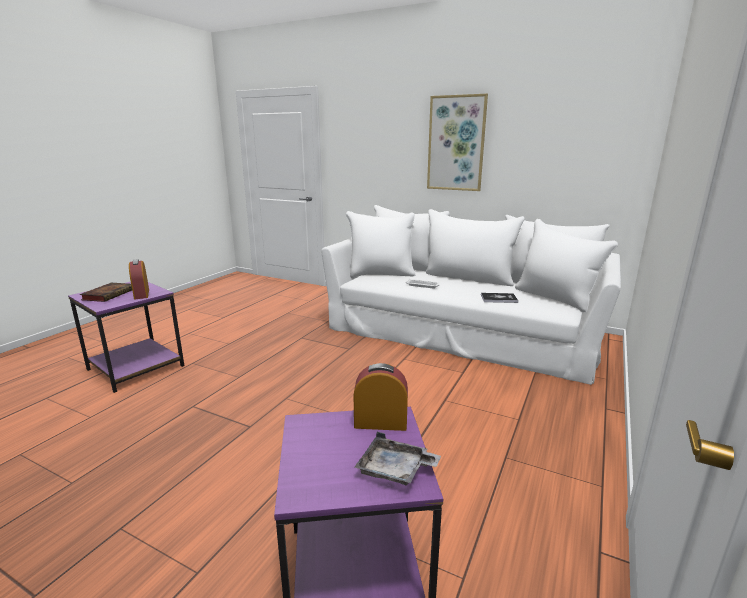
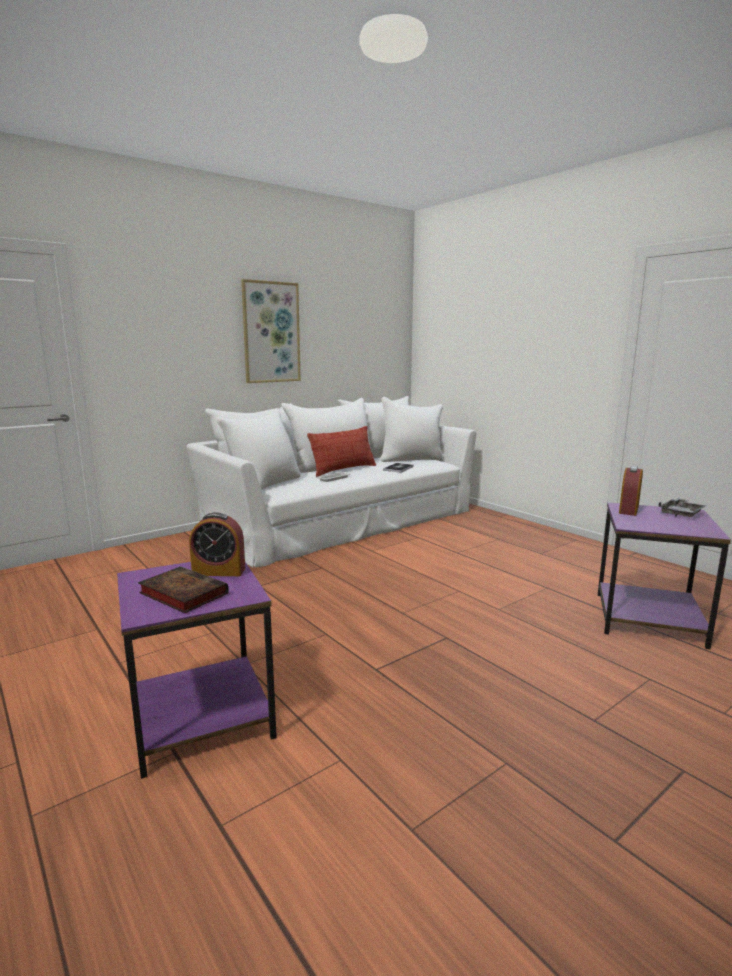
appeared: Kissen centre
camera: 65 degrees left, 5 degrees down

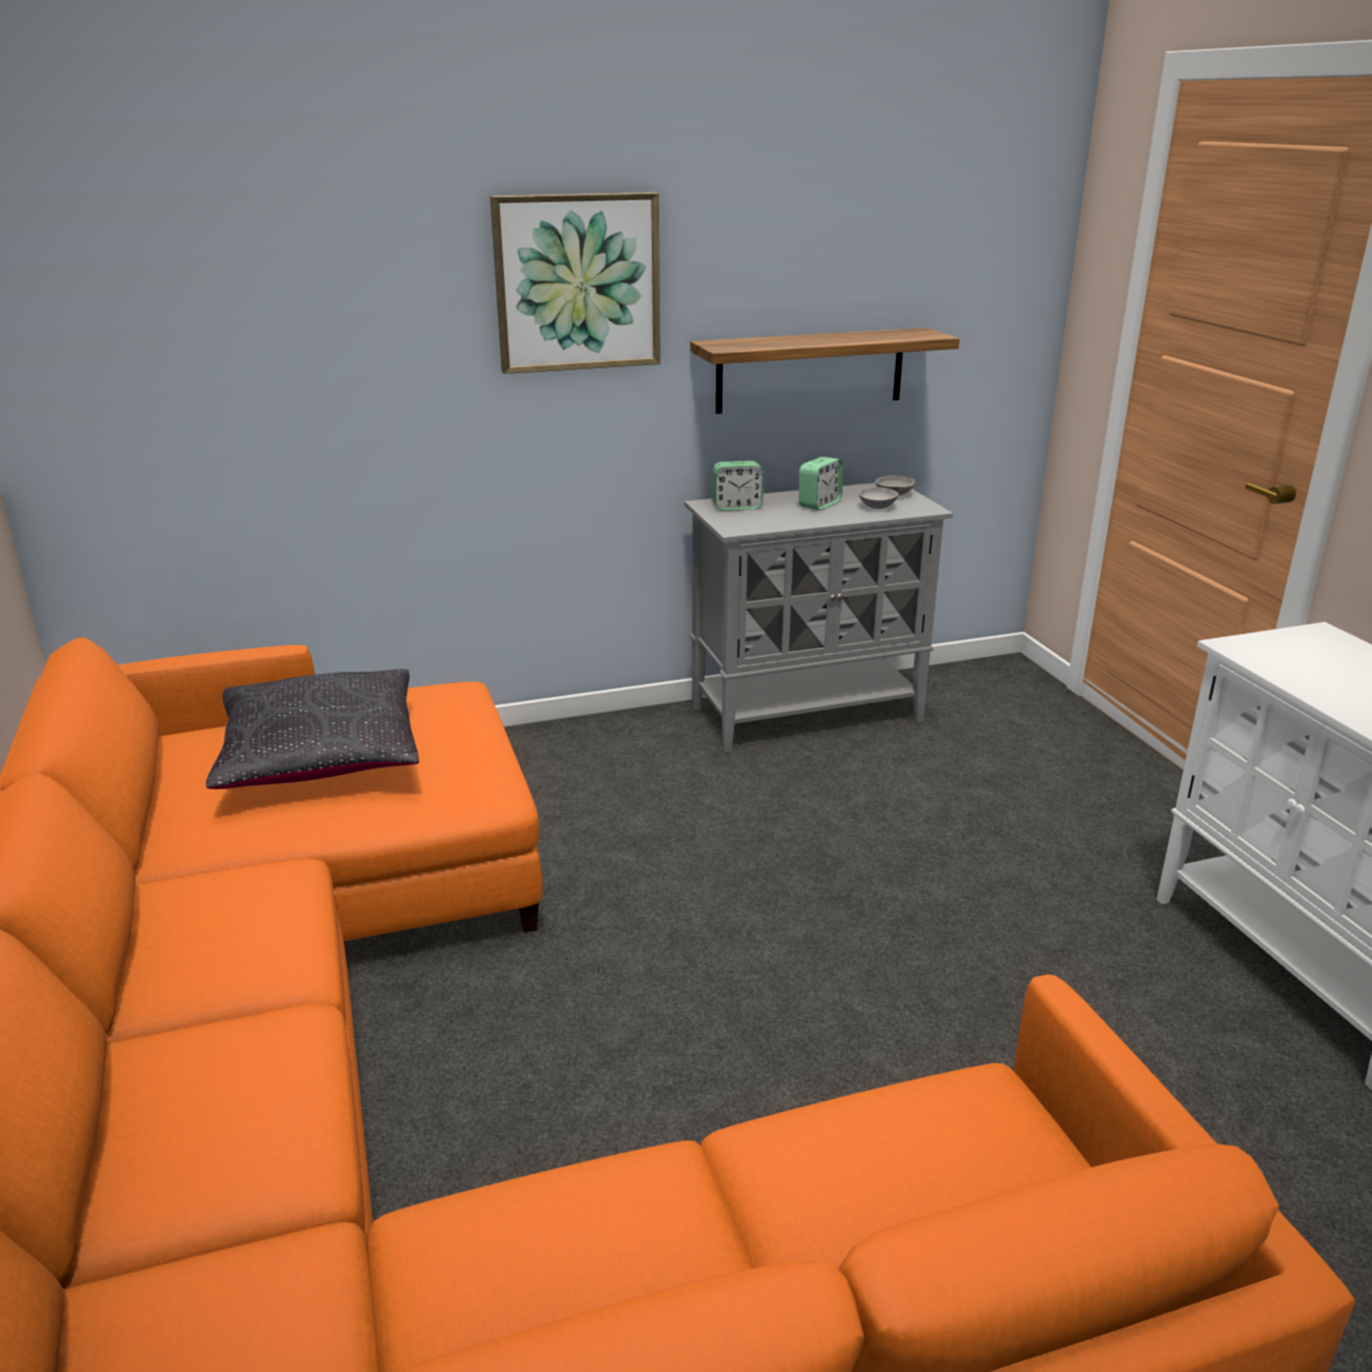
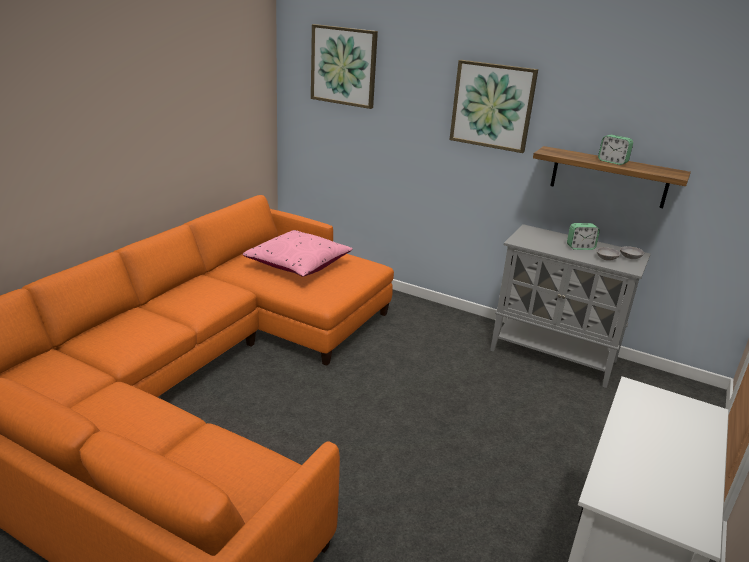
appeared: Bild (no. 1 from left) top centre
relocated: Wecker (no. 1 from left in the first image) centre to Wecker (no. 2 from left) top right
colour: Kissen [schwarz] middle left to Kissen [rosa] centre
camera: 45 degrees right, 0 degrees up

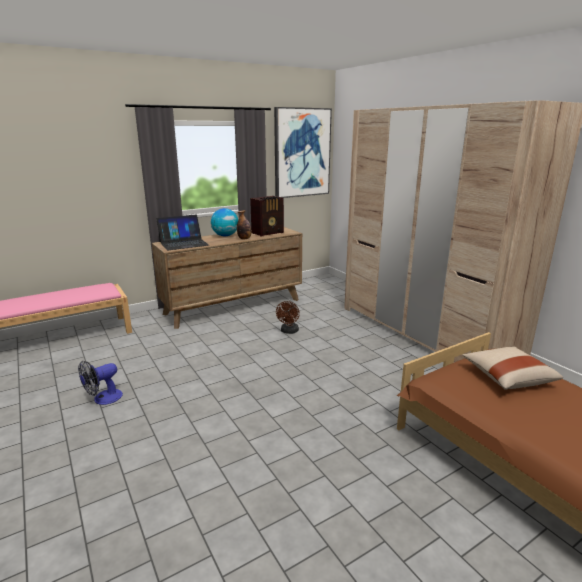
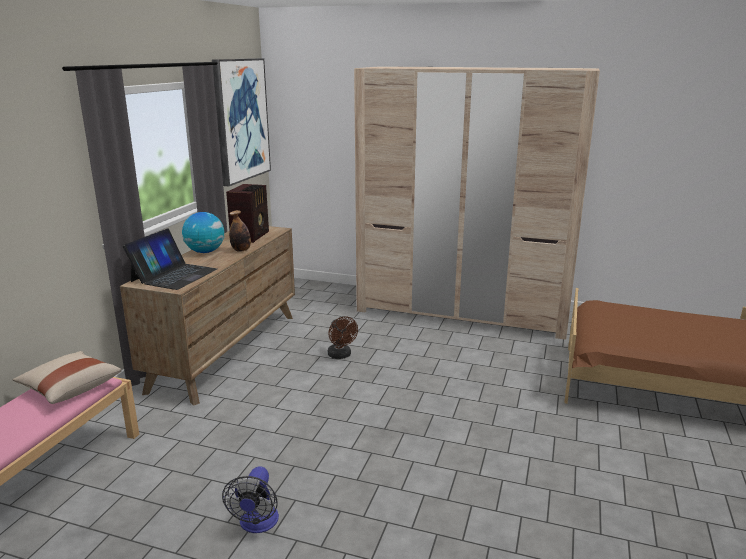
relocated: Kissen [beige] middle right to bottom left
camera: 40 degrees left, 0 degrees up

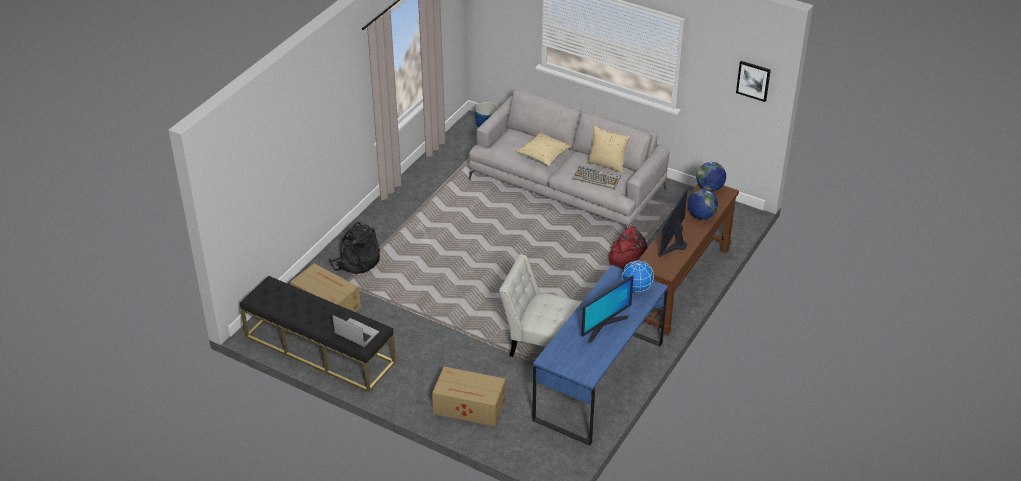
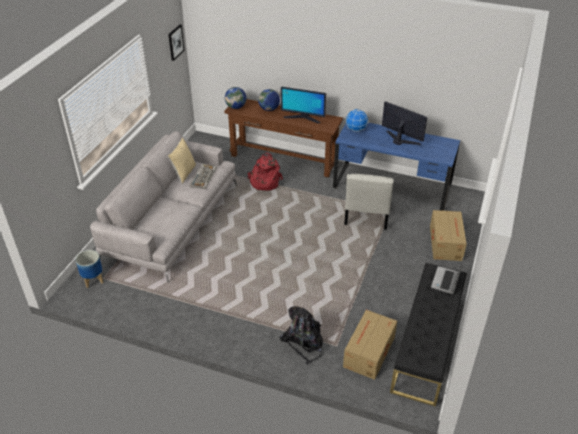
missing: Kissen [beige] (no. 1 from left) top centre
camera: 100 degrees left, 0 degrees up

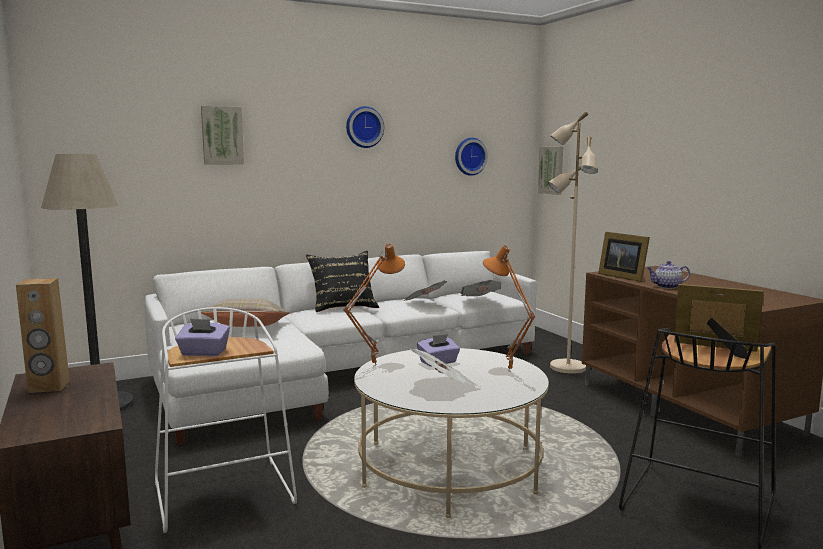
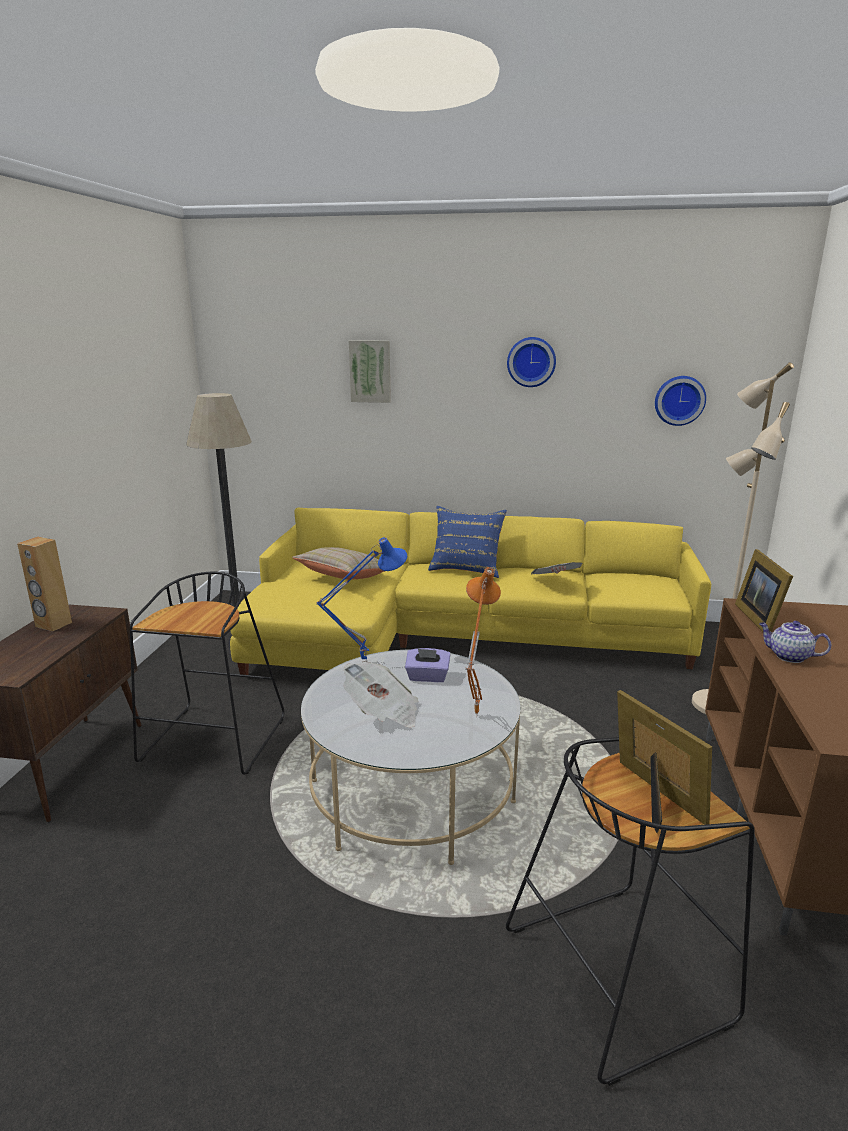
missing: Bild (no. 2 from left) top right; Zeitung (no. 3 from left) centre; Taschentuchbox [lila] (no. 1 from left) middle left
colour: Tischlampe [orange] (no. 1 from left) centre to Tischlampe [blau] centre; Sofa [weiß] centre to Sofa [gelb] centre; Kissen [schwarz] centre to Kissen [blau] centre; Hocker [weiß] bottom left to Hocker [schwarz] (no. 1 from left) middle left
camera: 35 degrees right, 10 degrees up

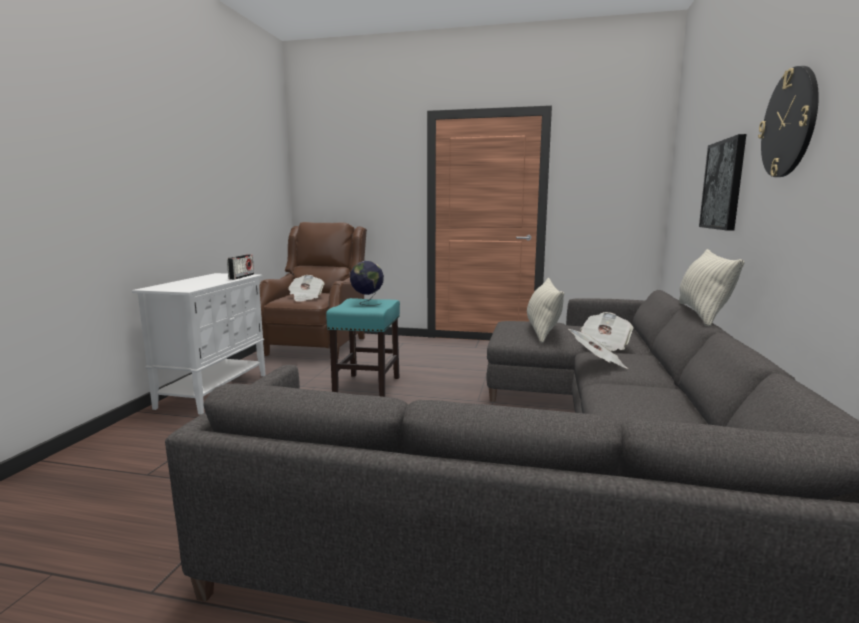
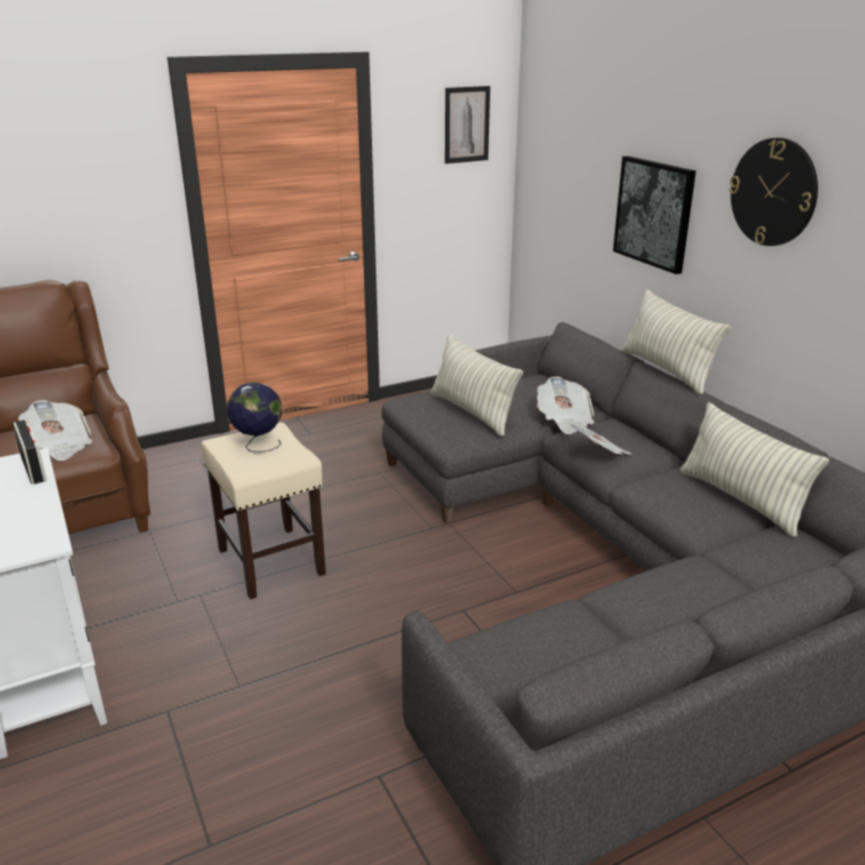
appeared: Bild (no. 1 from left) top centre; Kissen (no. 3 from left) middle right
colour: Hocker [türkis] centre to Hocker [beige] middle left
camera: 40 degrees left, 15 degrees up

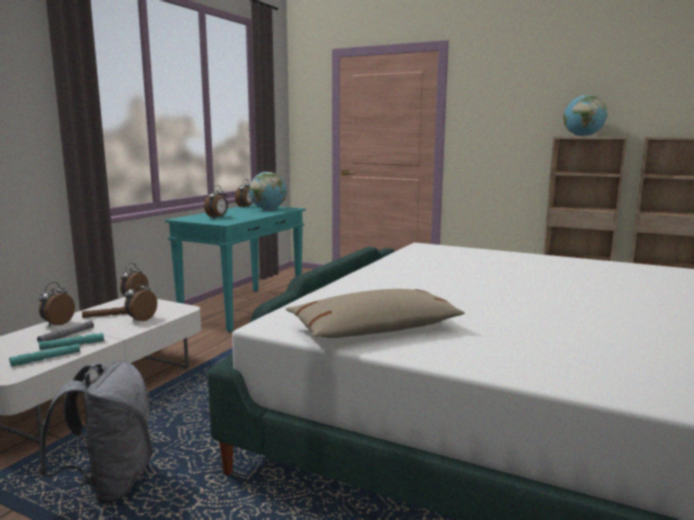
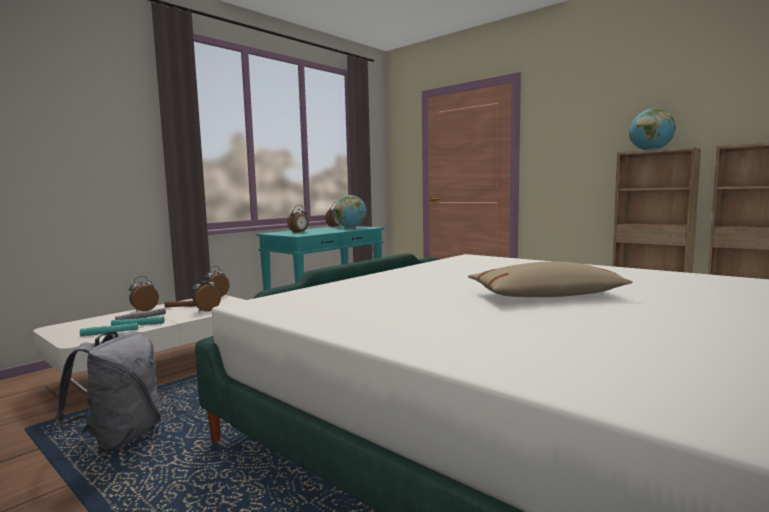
relocated: Kissen [beige] centre to middle right
camera: 15 degrees right, 5 degrees down

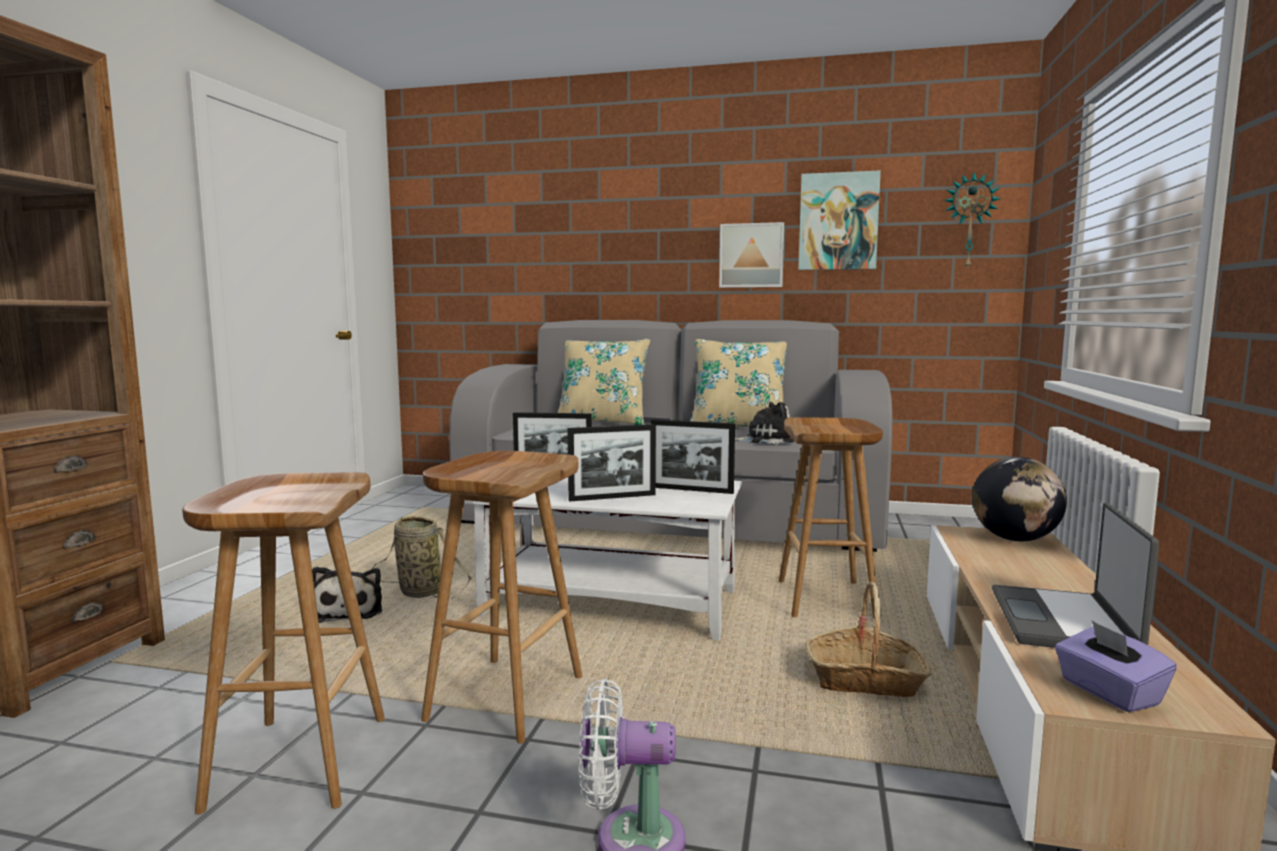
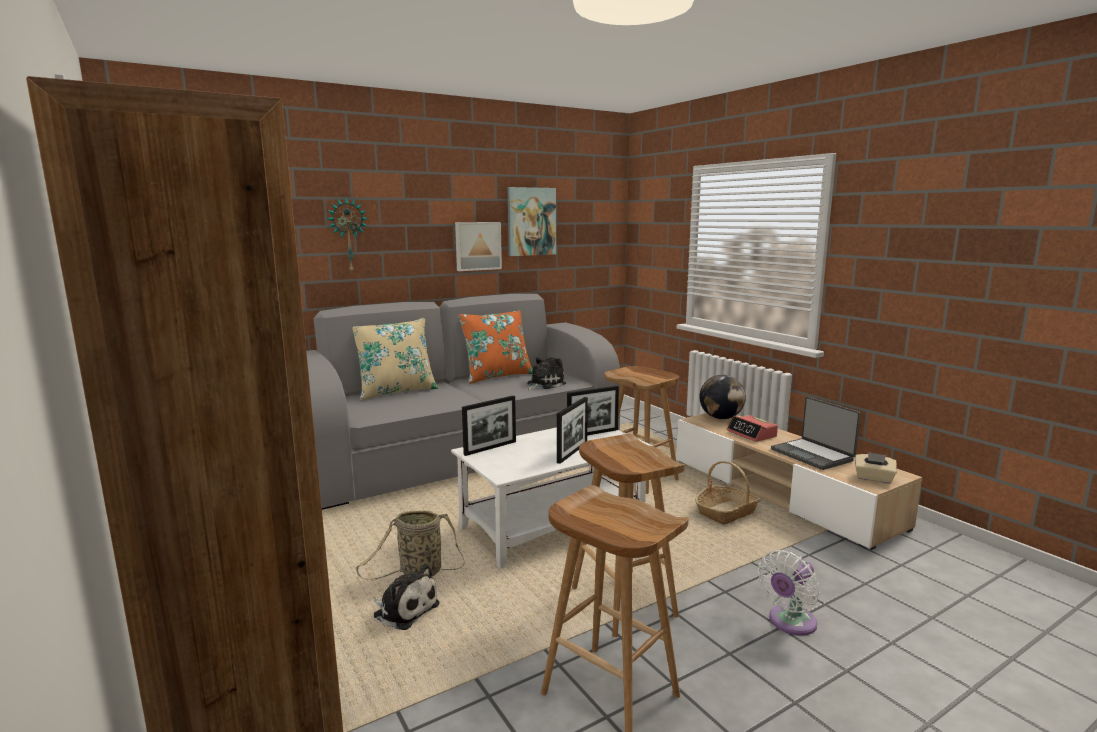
appeared: Wecker middle right
relocated: Wanduhr top right to top left
colour: Kissen [beige] (no. 2 from left) centre to Kissen [orange] centre; Taschentuchbox [lila] bottom right to Taschentuchbox [beige] middle right
camera: 45 degrees left, 5 degrees up

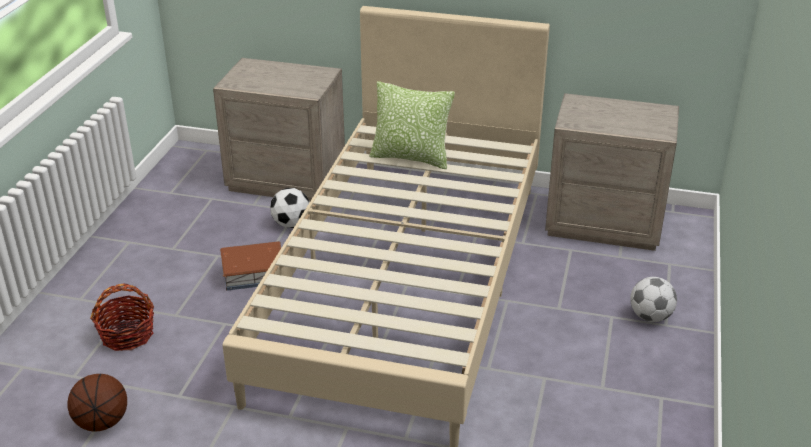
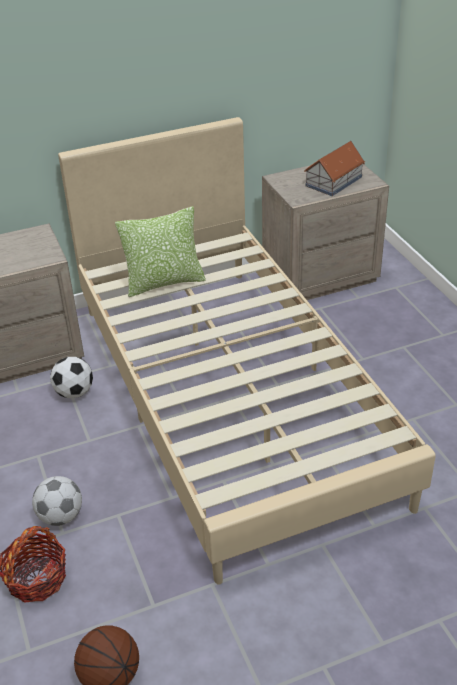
relocated: Spielzeughaus middle left to top right; Fußball (no. 2 from left in the first image) bottom right to Fußball (no. 1 from left) bottom left
camera: 35 degrees left, 5 degrees up

